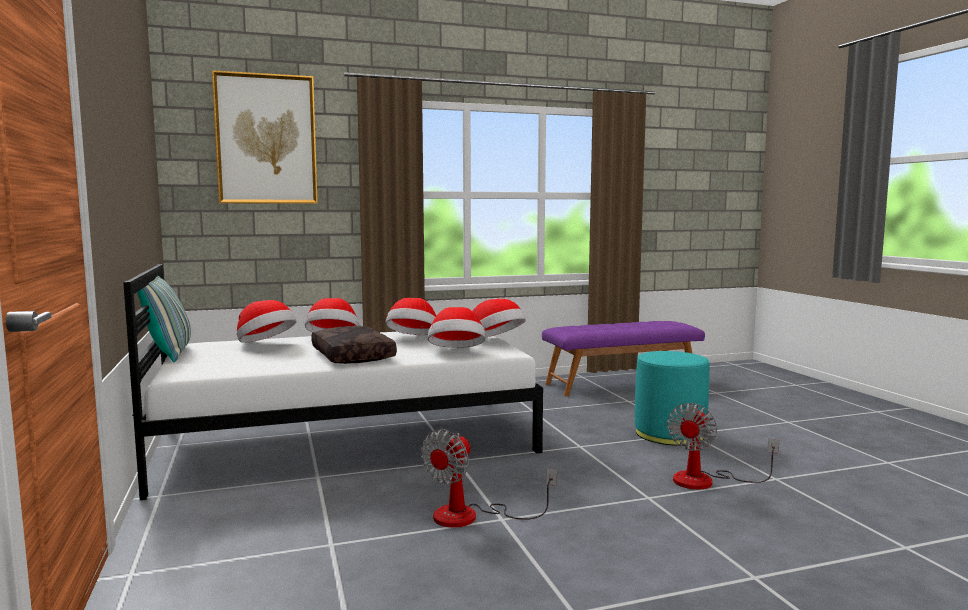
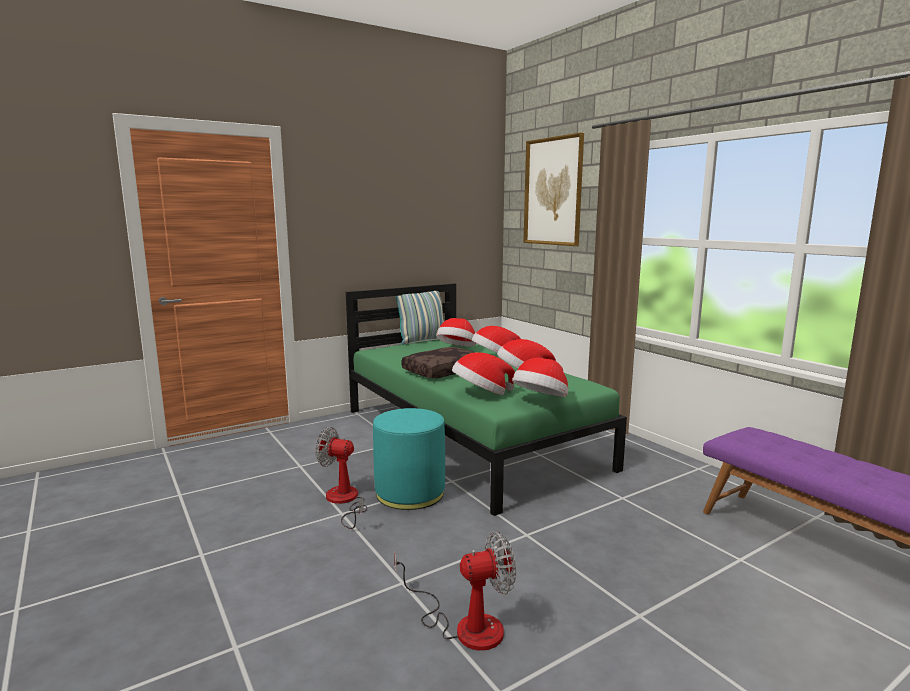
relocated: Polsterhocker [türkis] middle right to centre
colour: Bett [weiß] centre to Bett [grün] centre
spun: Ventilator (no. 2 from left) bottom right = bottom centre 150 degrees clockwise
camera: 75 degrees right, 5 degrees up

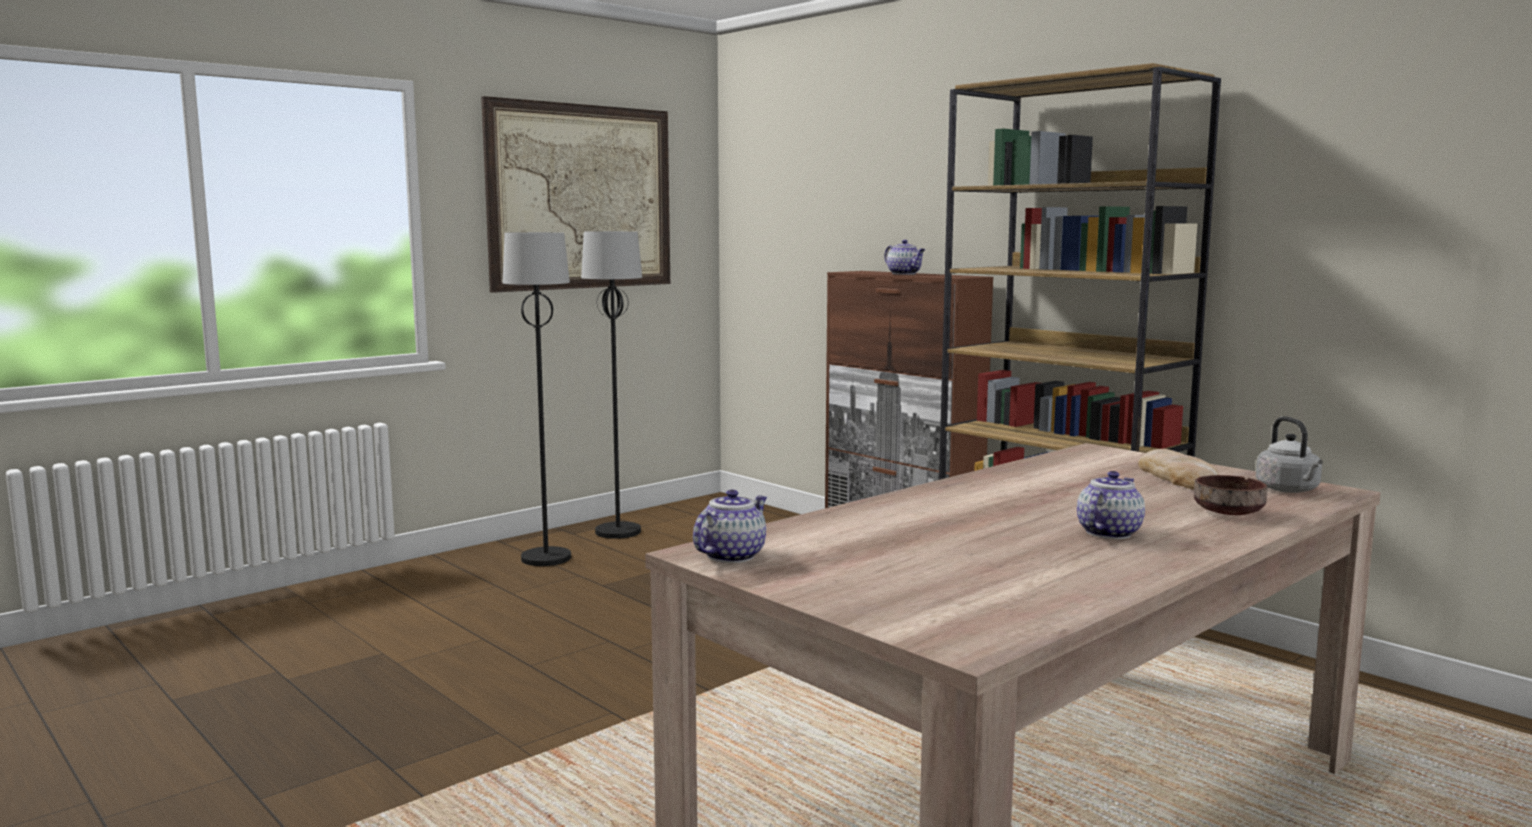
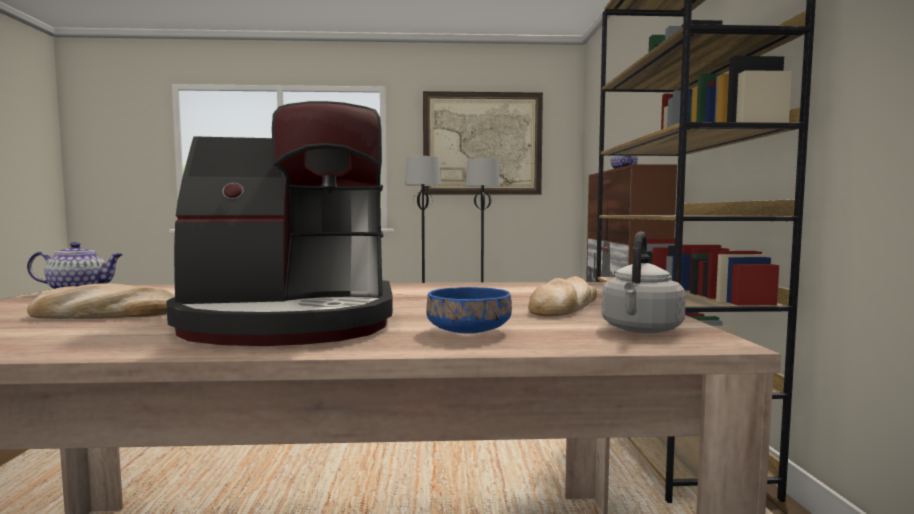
appeared: Brot (no. 1 from left) middle left
exchanged: Teekanne (no. 3 from left) middle right to Kaffeemaschine middle left
colour: Schüssel [braun] middle right to Schüssel [blau] centre
camera: 40 degrees right, 5 degrees down

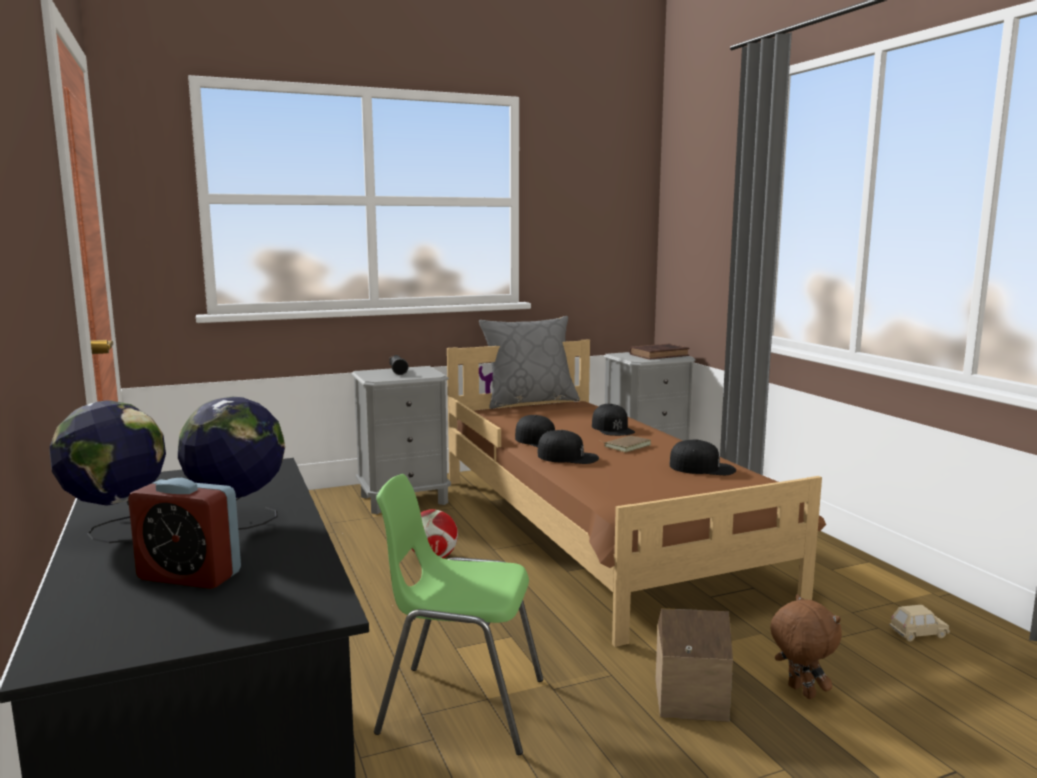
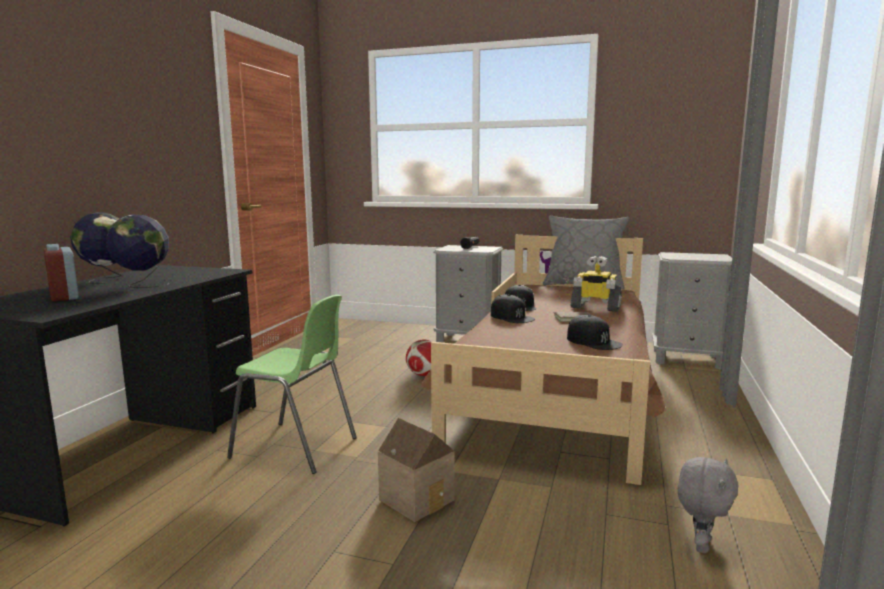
missing: Buch [braun] (no. 2 from left) centre; Plüschtier [braun] bottom right
exchanged: Kappe [schwarz] (no. 3 from left) centre to Spielzeugroboter middle right; Spielzeugauto [beige] bottom right to Plüschtier [grau] bottom right
spun: Stuhl [grün] bottom centre = middle left 150 degrees clockwise
camera: 40 degrees right, 0 degrees up

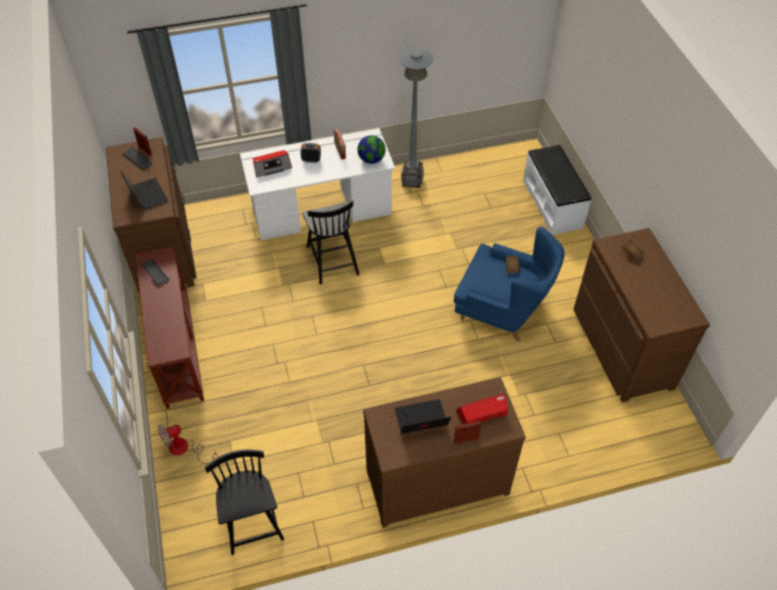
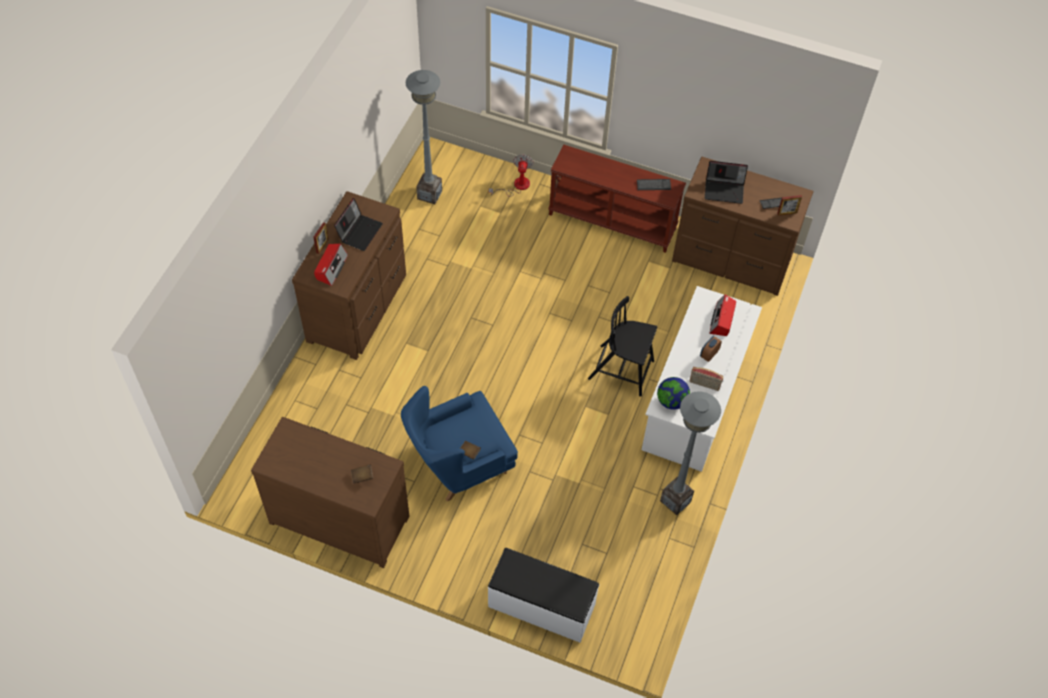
exchanged: Stuhl [schwarz] (no. 1 from left) bottom left to Stehlampe [grau] (no. 1 from left) top centre
camera: 125 degrees right, 5 degrees up

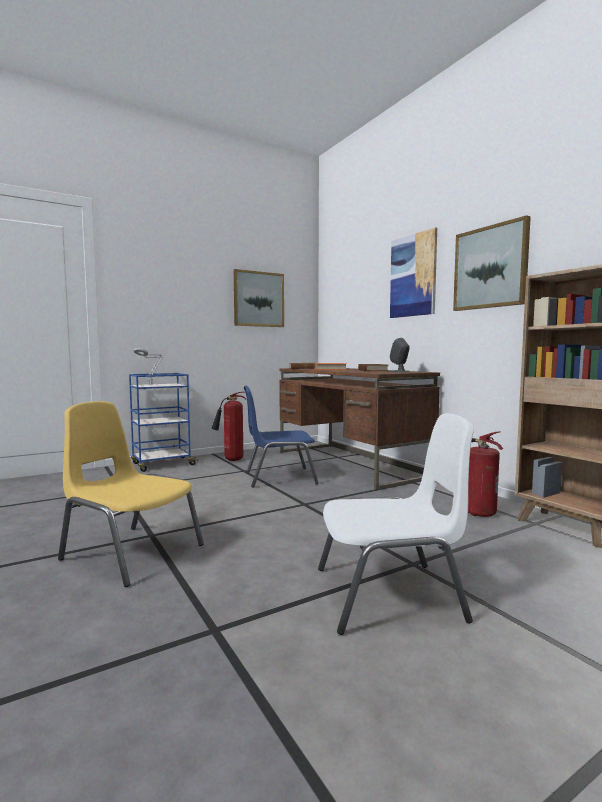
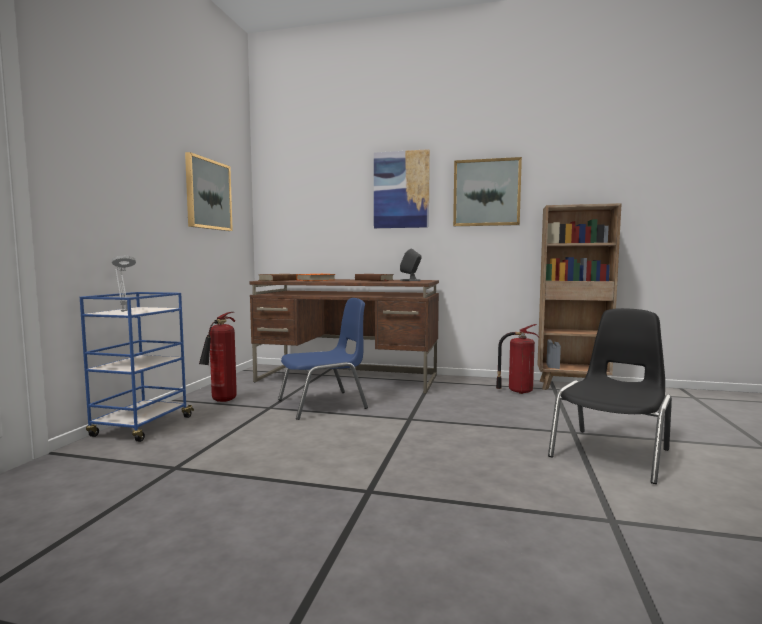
missing: Stuhl [gelb] middle left
colour: Stuhl [weiß] centre to Stuhl [schwarz] middle right
spun: Stuhl [blau] centre = centre 150 degrees counterclockwise
camera: 45 degrees left, 0 degrees up

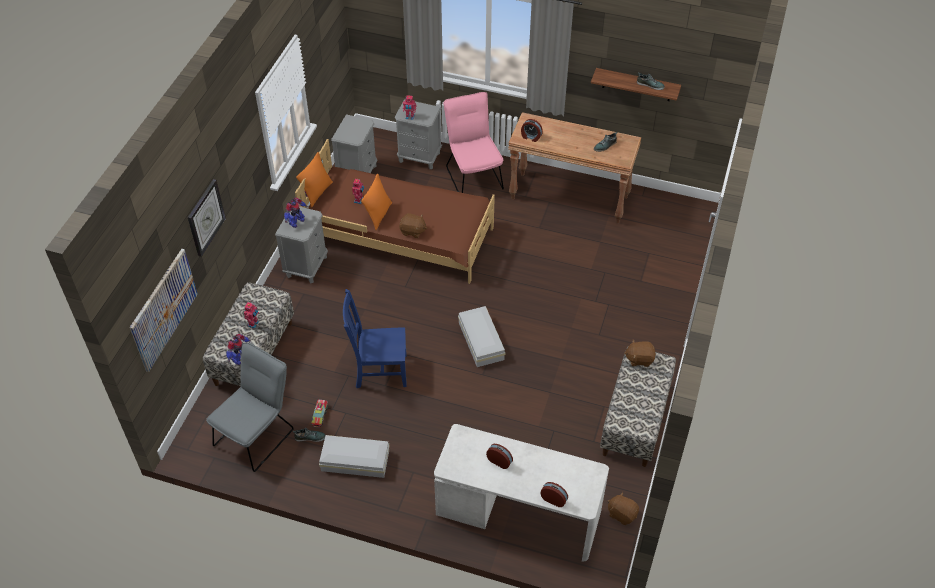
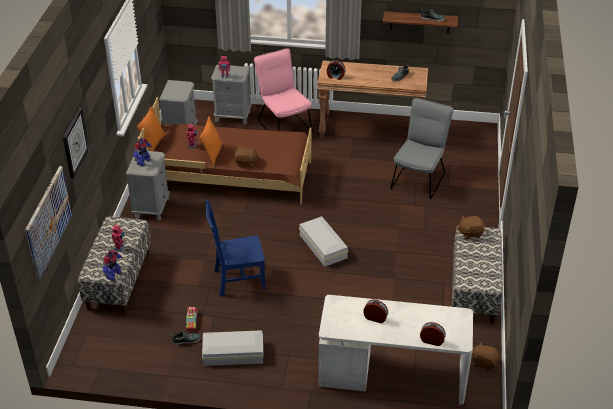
relocated: Stuhl [grau] bottom left to middle right
camera: 10 degrees left, 10 degrees down

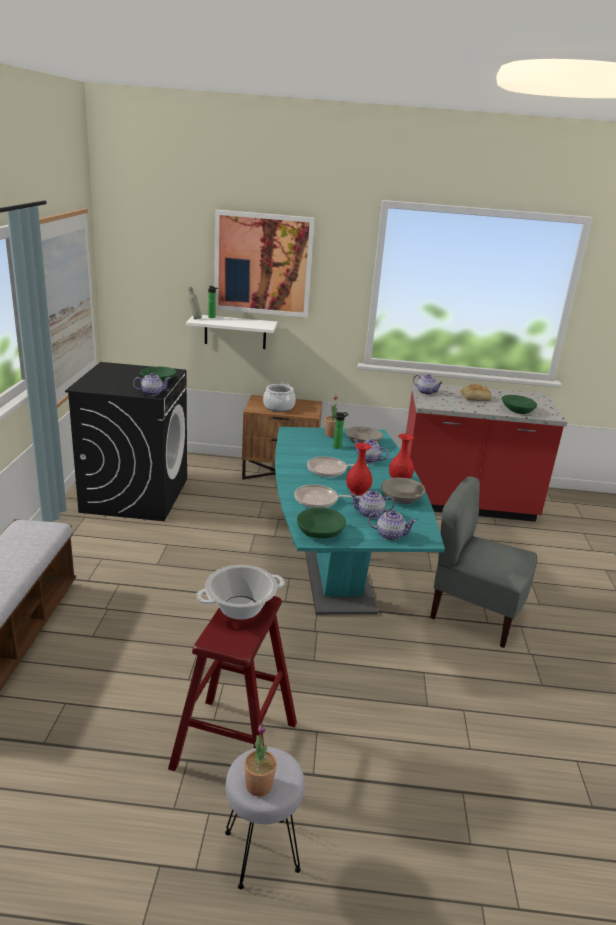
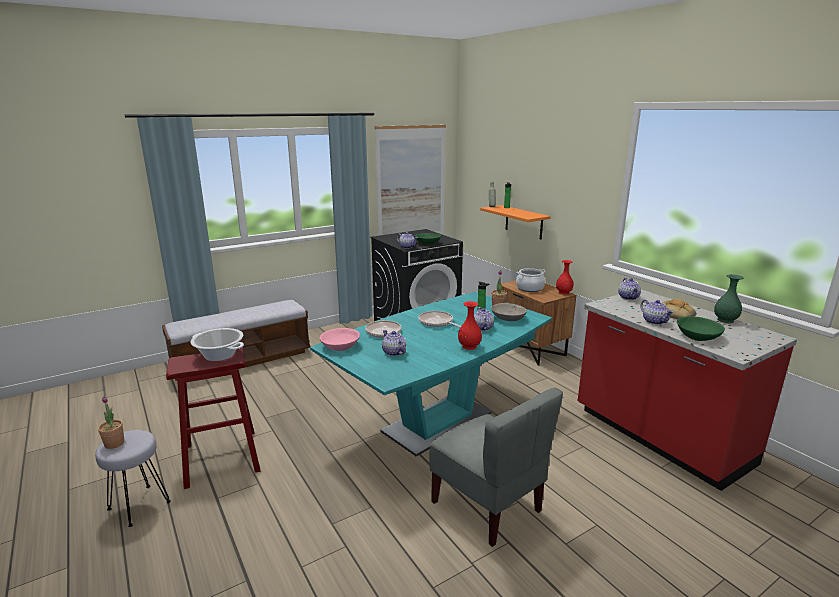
missing: Bild (no. 2 from left) top centre; Schüssel [grau] (no. 2 from left) centre
appeared: Vase [grün] middle right
relocated: Vase [rot] (no. 1 from left in the first image) centre to Vase [rot] (no. 2 from left) middle right; Teekanne (no. 4 from left in the first image) centre to Teekanne (no. 5 from left) middle right
colour: Wandregal [weiß] centre to Wandregal [orange] centre; Schüssel [grün] (no. 2 from left) centre to Schüssel [rosa] centre
spun: Stuhl [grau] middle right = bottom centre 150 degrees clockwise
camera: 55 degrees right, 5 degrees down

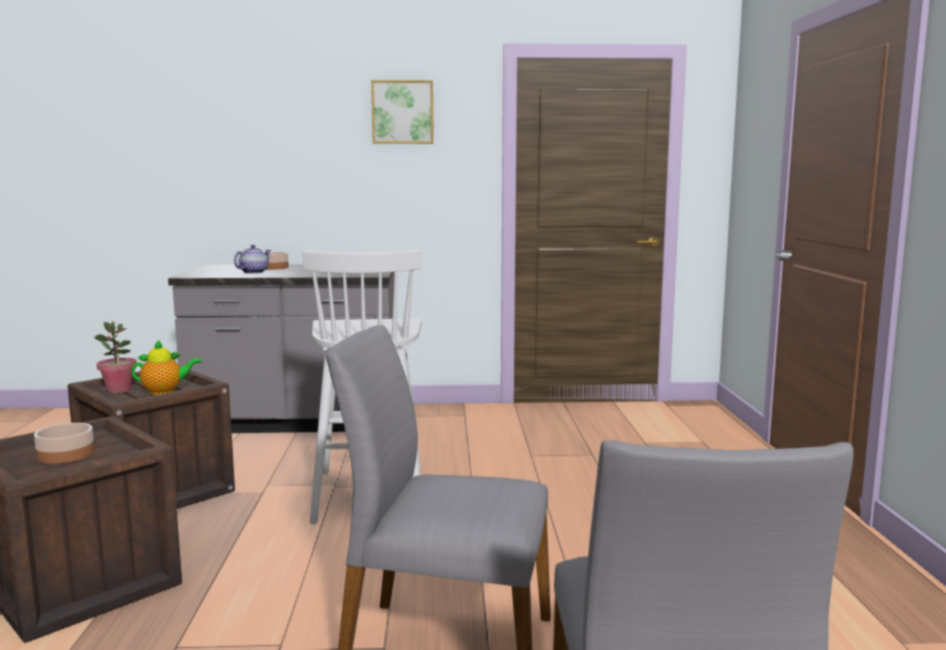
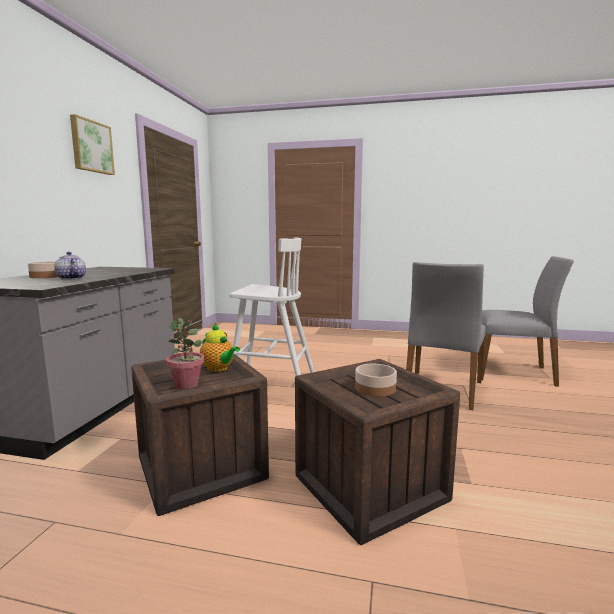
spun: Teekanne (no. 1 from left in the first image) middle left = centre 135 degrees clockwise
camera: 75 degrees left, 0 degrees up

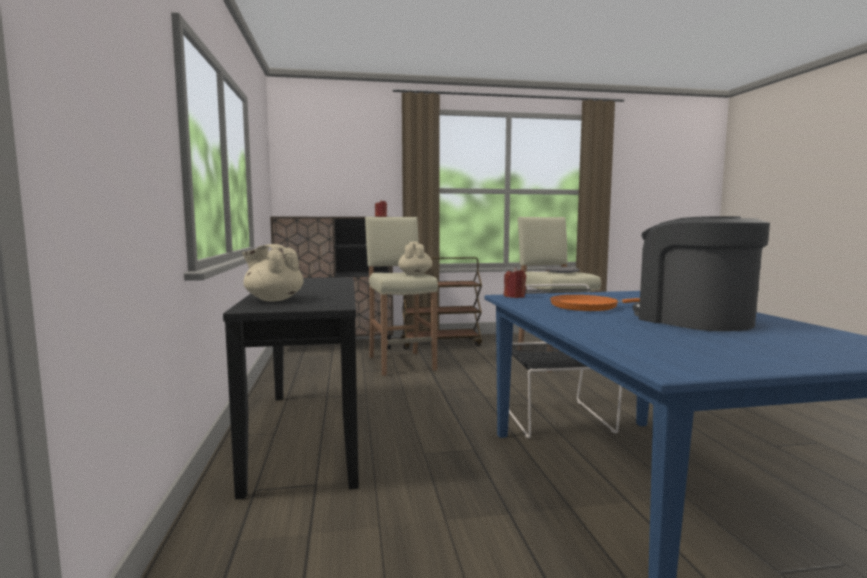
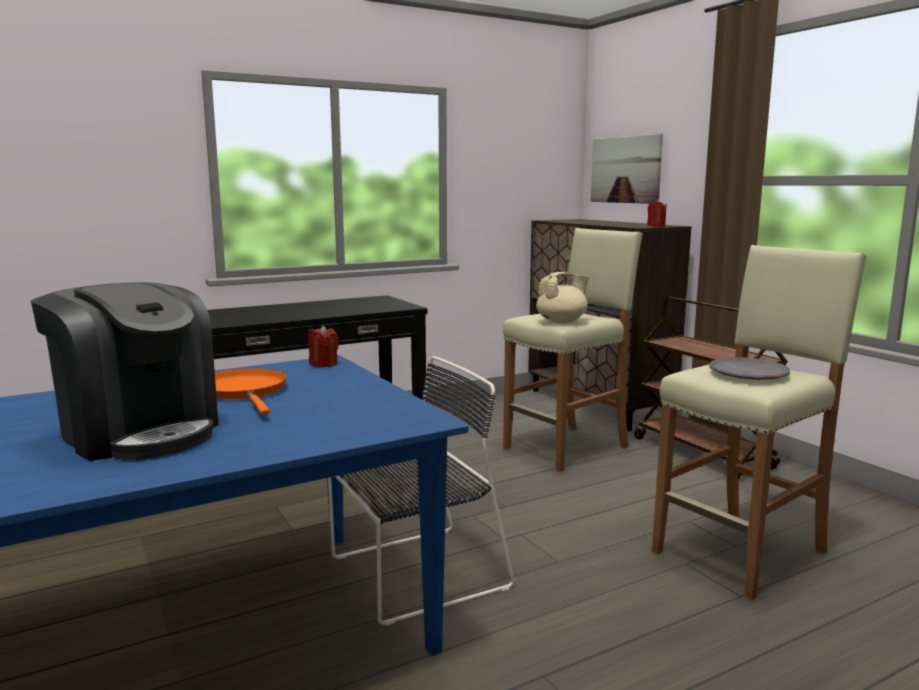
missing: Teekanne [beige] (no. 1 from left) middle left
appeared: Bild top right
spun: Kaffeemaschine middle right = middle left 90 degrees clockwise
camera: 70 degrees right, 5 degrees up

